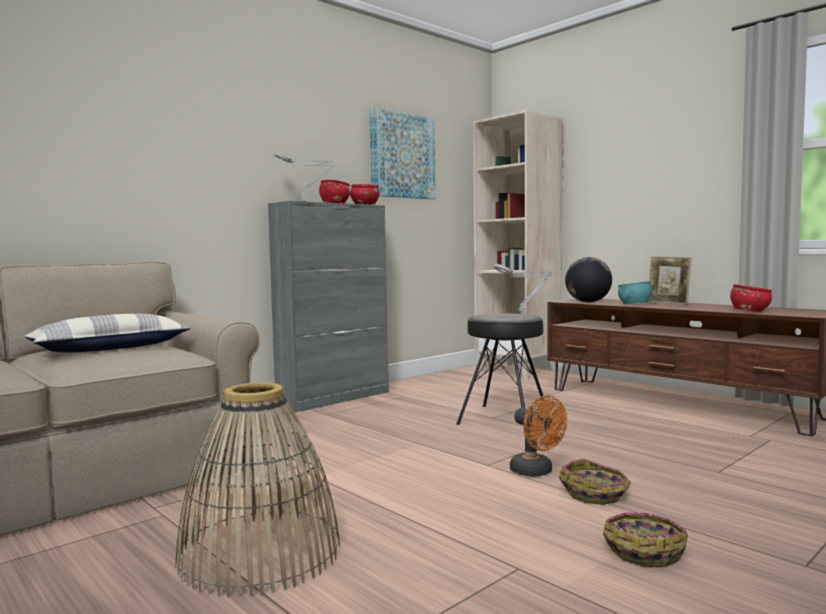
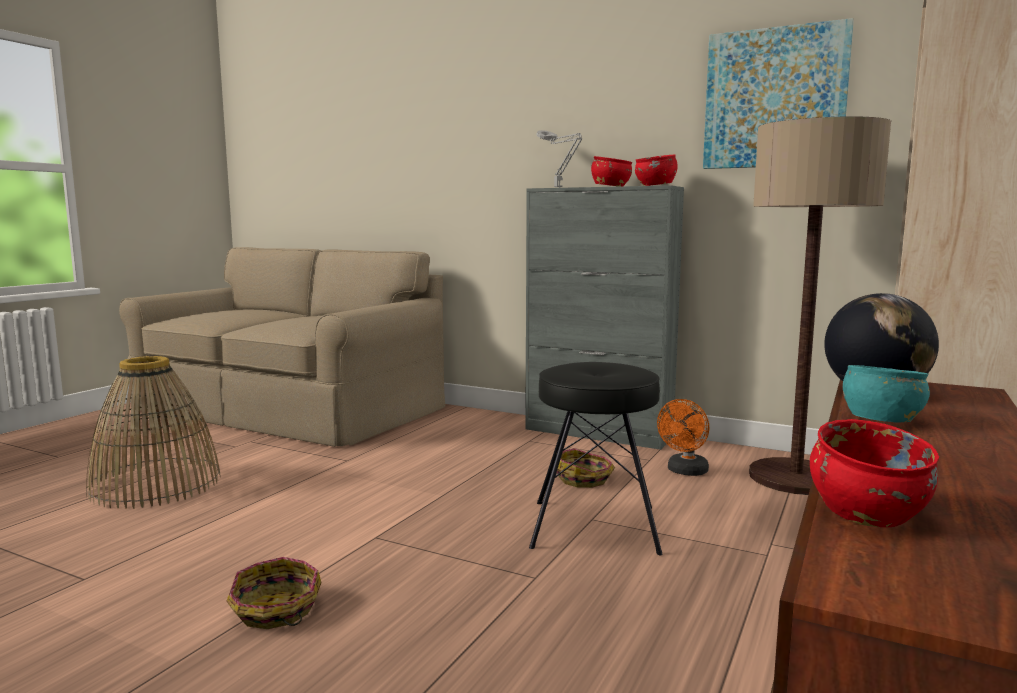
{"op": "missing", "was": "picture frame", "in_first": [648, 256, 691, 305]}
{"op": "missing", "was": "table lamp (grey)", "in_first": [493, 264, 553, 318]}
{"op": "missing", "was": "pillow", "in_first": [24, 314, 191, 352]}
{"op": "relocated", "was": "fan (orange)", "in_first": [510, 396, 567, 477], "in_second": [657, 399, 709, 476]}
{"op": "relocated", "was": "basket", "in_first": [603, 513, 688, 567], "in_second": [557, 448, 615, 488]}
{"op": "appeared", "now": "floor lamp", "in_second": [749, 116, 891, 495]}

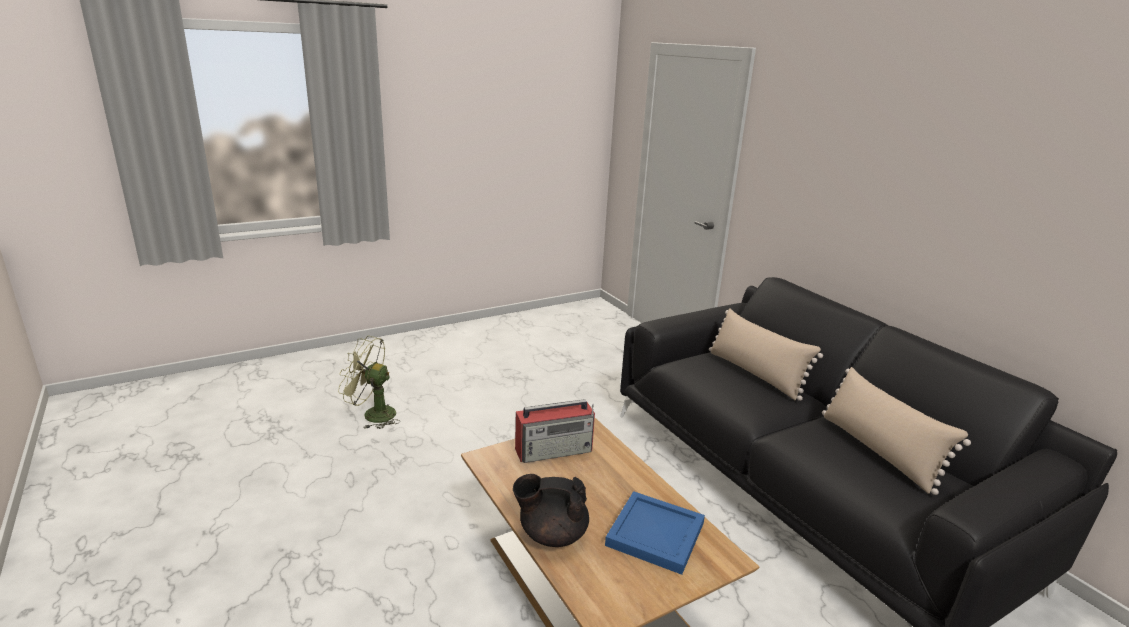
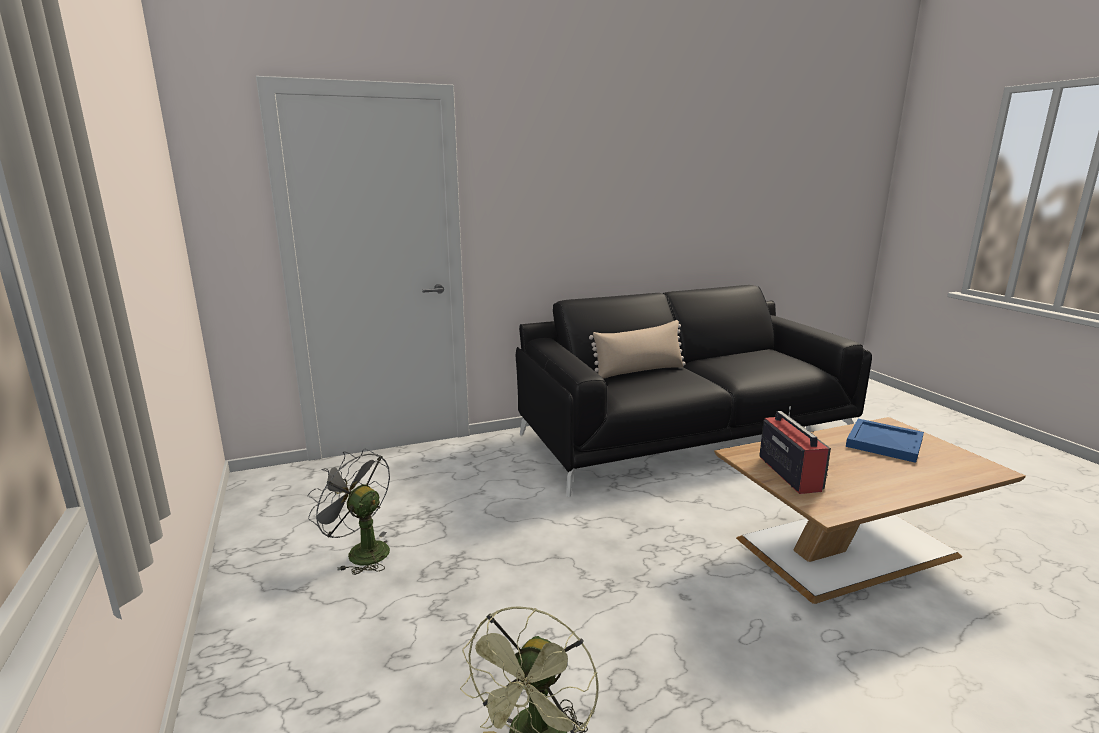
{"op": "missing", "was": "pillow (beige)", "in_first": [822, 367, 971, 495]}
{"op": "missing", "was": "teapot (black)", "in_first": [513, 474, 589, 547]}
{"op": "appeared", "now": "fan (grey)", "in_second": [308, 449, 390, 575]}

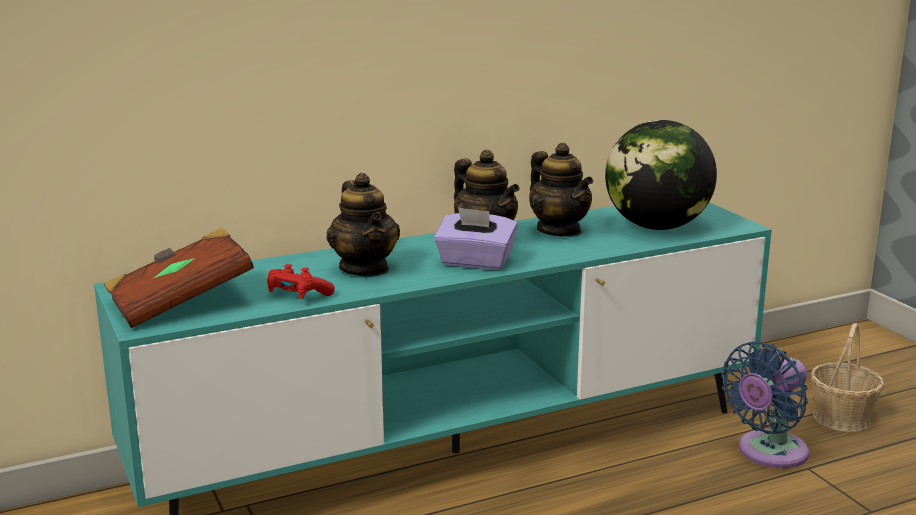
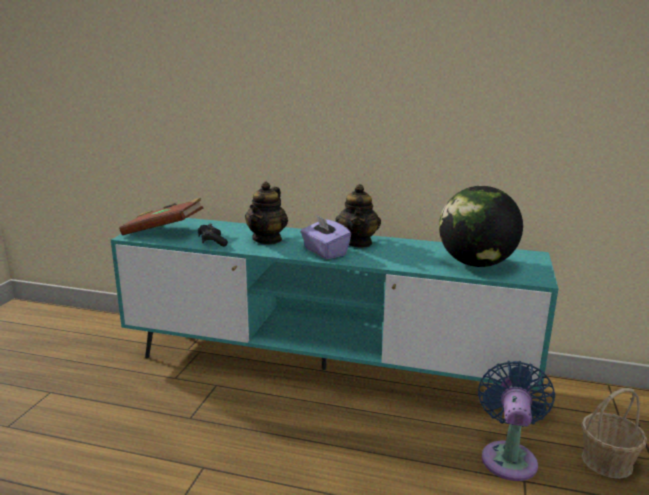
{"op": "missing", "was": "teapot", "in_first": [529, 143, 593, 237]}
{"op": "colour", "was": "game controller (red)", "now": "game controller (black)", "in_first": [267, 264, 335, 299], "in_second": [198, 224, 228, 247]}
{"op": "spun", "was": "fan (blue)", "in_first": [721, 342, 809, 468], "in_second": [478, 361, 555, 481], "clockwise": 105}

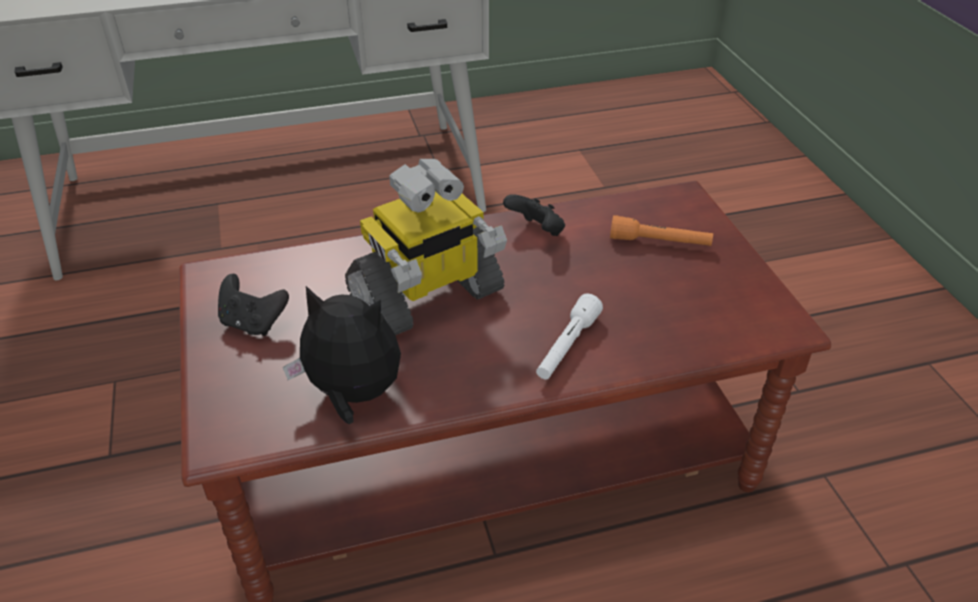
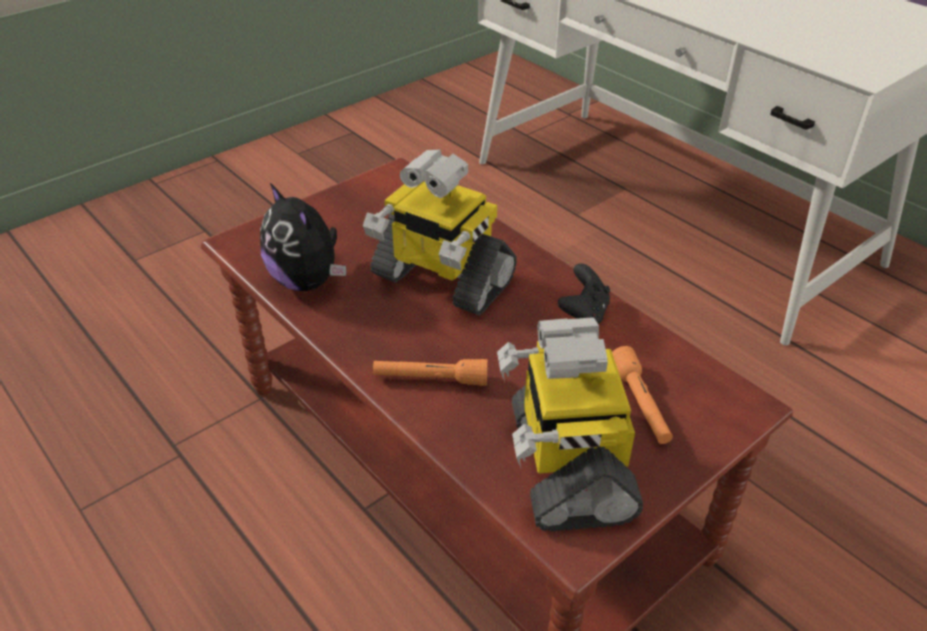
{"op": "missing", "was": "game controller (black)", "in_first": [218, 274, 289, 336]}
{"op": "spun", "was": "plush toy", "in_first": [283, 286, 401, 424], "in_second": [260, 183, 346, 291], "clockwise": 150}
{"op": "colour", "was": "flashlight (white)", "now": "flashlight (orange)", "in_first": [536, 293, 603, 379], "in_second": [373, 359, 488, 386]}
{"op": "appeared", "now": "toy robot", "in_second": [497, 317, 643, 531]}

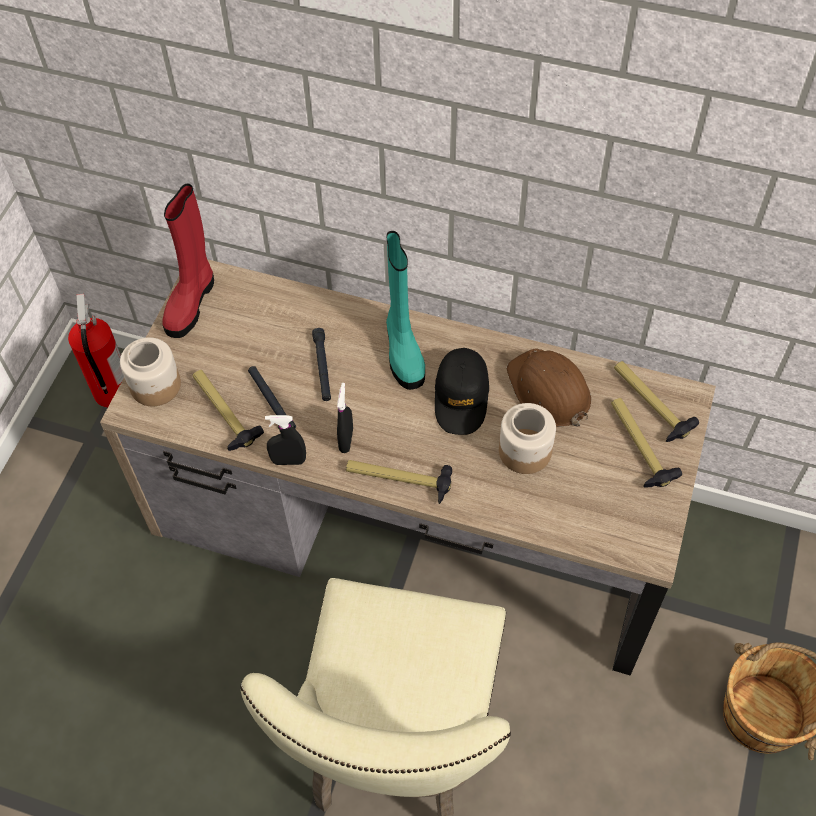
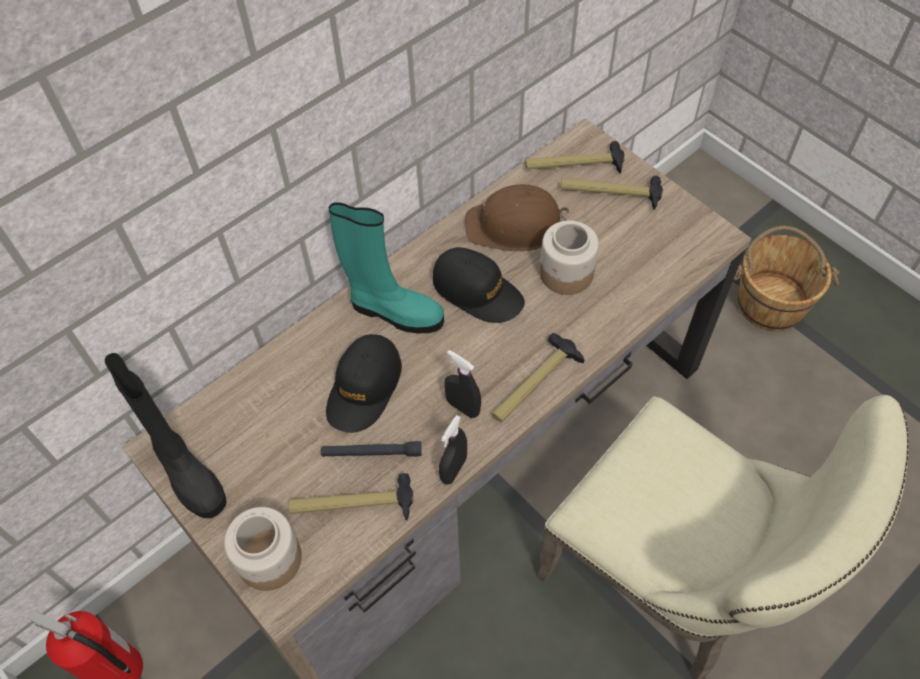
{"op": "colour", "was": "boot (red)", "now": "boot (black)", "in_first": [162, 183, 214, 338], "in_second": [105, 353, 226, 518]}
{"op": "exchanged", "was": "flashlight (black)", "now": "cap (black)", "in_first": [312, 328, 331, 401], "in_second": [326, 334, 402, 433]}

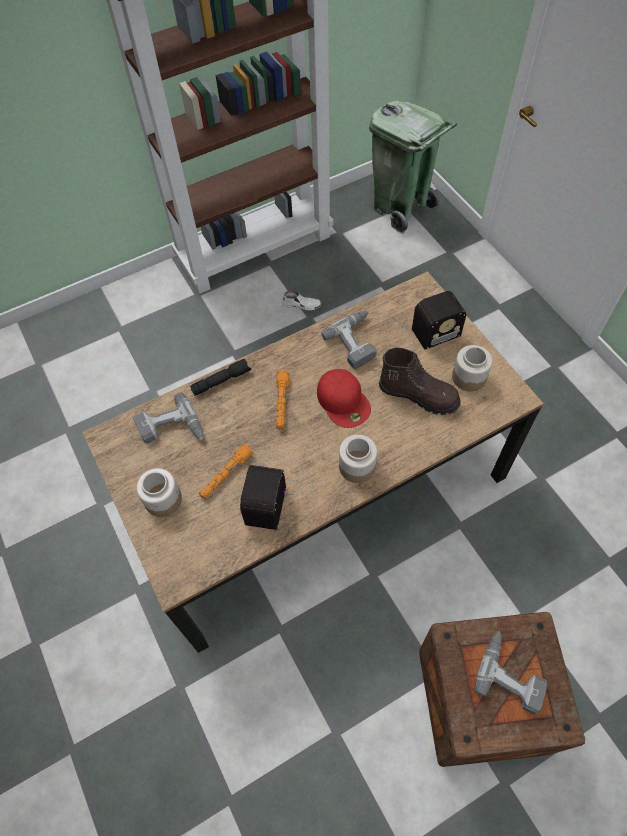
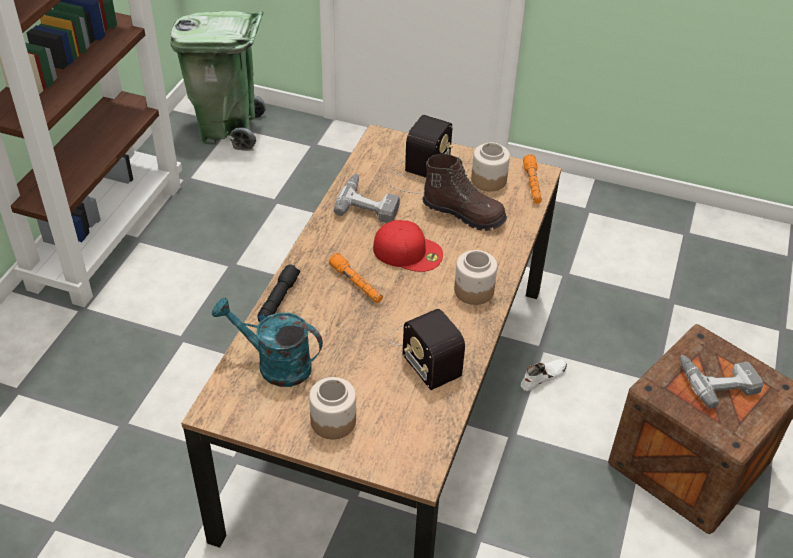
{"op": "relocated", "was": "shoe (white)", "in_first": [282, 291, 322, 310], "in_second": [521, 359, 567, 391]}
{"op": "spun", "was": "boot (brown)", "in_first": [379, 347, 461, 415], "in_second": [423, 154, 507, 231], "clockwise": 45}
{"op": "exchanged", "was": "power drill", "now": "watering can (turquoise)", "in_first": [133, 392, 203, 444], "in_second": [212, 298, 323, 387]}
{"op": "relocated", "was": "flashlight (orange)", "in_first": [199, 444, 253, 499], "in_second": [523, 154, 542, 204]}

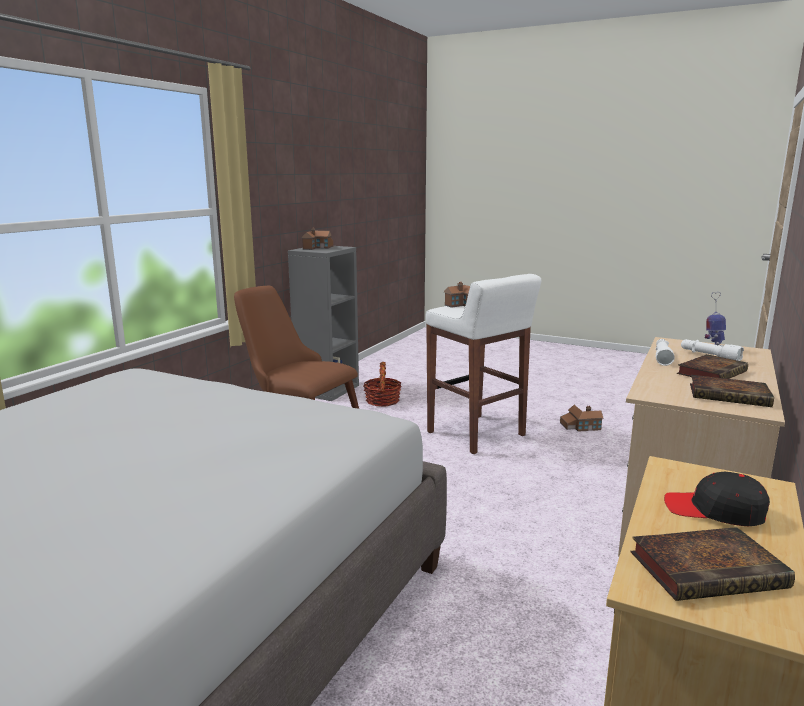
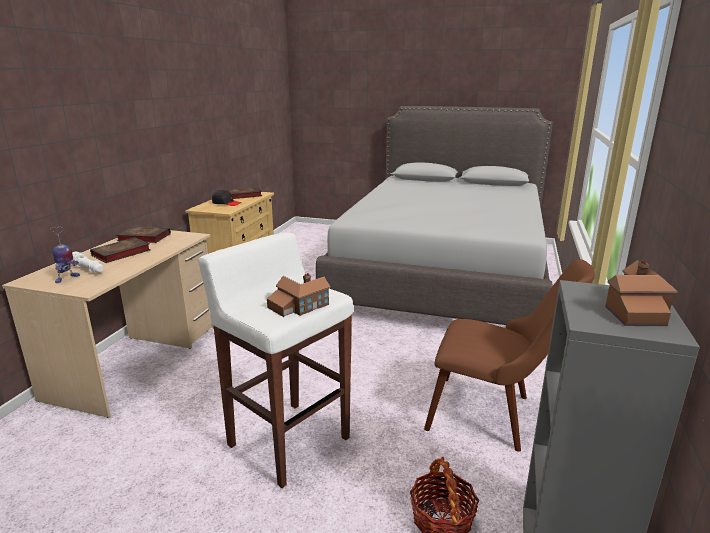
{"op": "missing", "was": "flashlight (white)", "in_first": [656, 339, 675, 366]}
{"op": "missing", "was": "toy house", "in_first": [560, 405, 604, 432]}

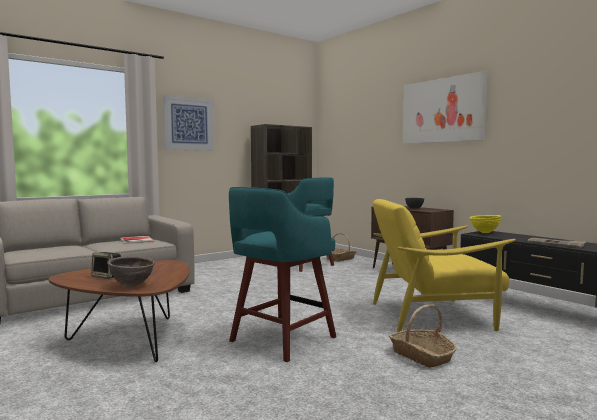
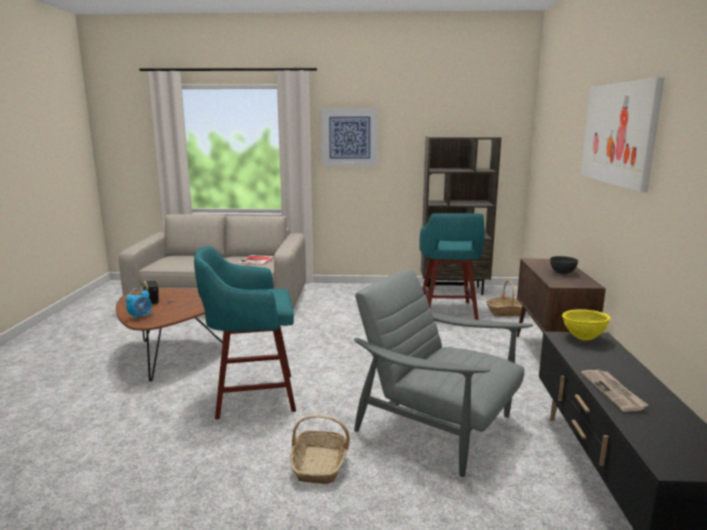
{"op": "colour", "was": "armchair (yellow)", "now": "armchair (grey)", "in_first": [373, 199, 516, 332], "in_second": [354, 269, 533, 477]}
{"op": "exchanged", "was": "bowl (brown)", "now": "alarm clock", "in_first": [107, 256, 155, 287], "in_second": [125, 288, 152, 321]}

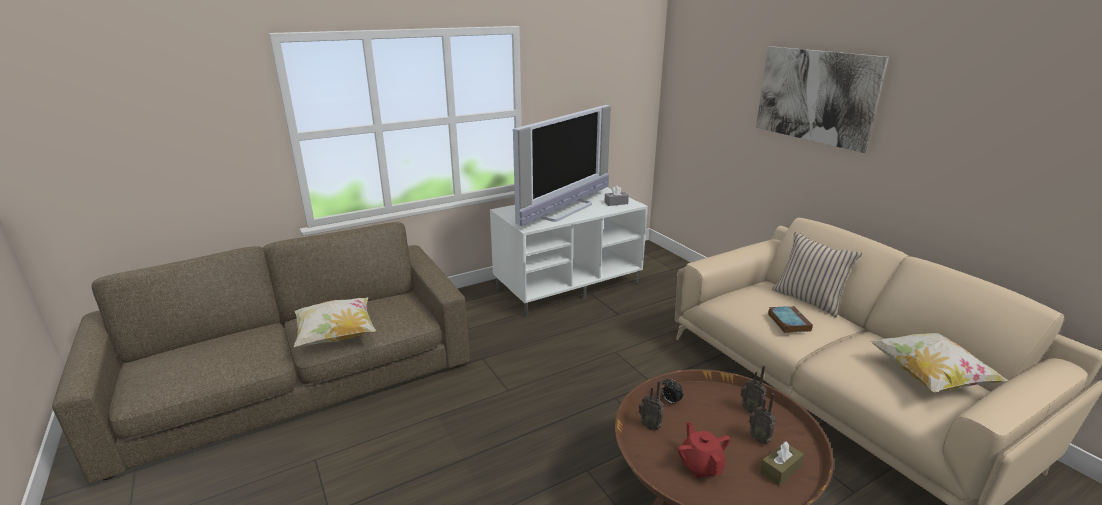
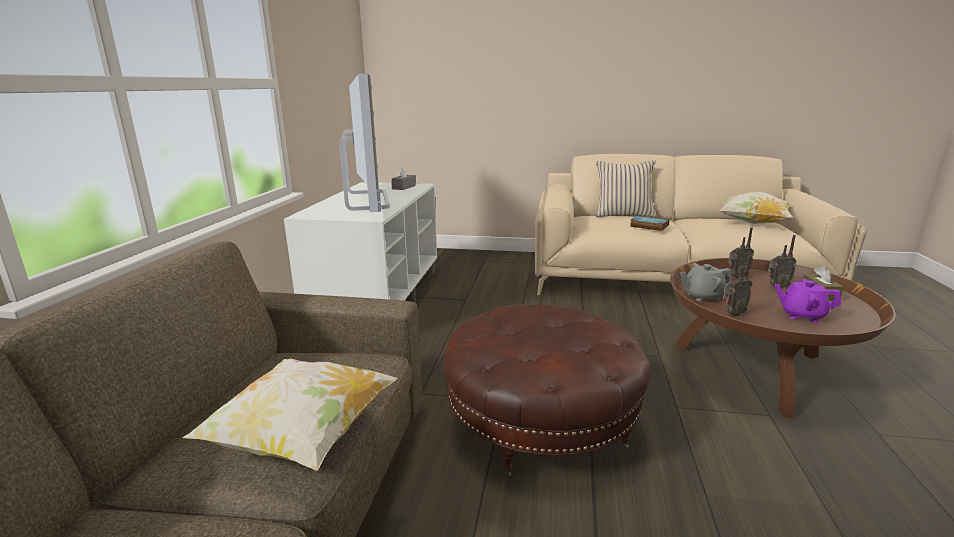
{"op": "missing", "was": "picture", "in_first": [756, 46, 889, 153]}
{"op": "exchanged", "was": "alarm clock", "now": "teapot (grey)", "in_first": [661, 378, 683, 406], "in_second": [680, 263, 732, 302]}
{"op": "colour", "was": "teapot (red)", "now": "teapot (purple)", "in_first": [677, 422, 730, 478], "in_second": [774, 279, 841, 322]}
{"op": "appeared", "now": "ottoman (brown)", "in_second": [444, 304, 651, 478]}

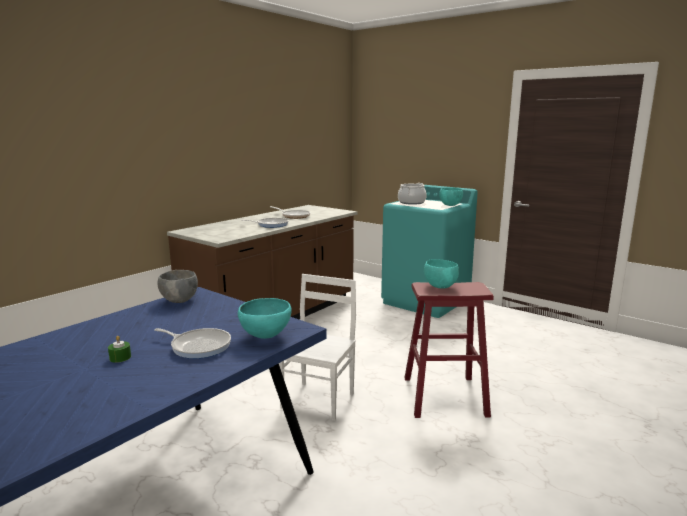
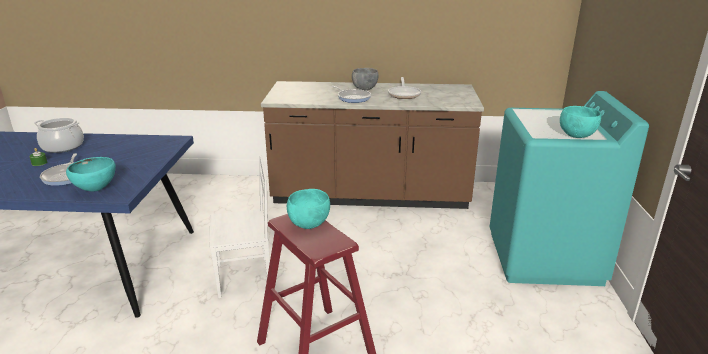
{"op": "relocated", "was": "cooking pot", "in_first": [398, 183, 427, 205], "in_second": [34, 117, 84, 153]}
{"op": "relocated", "was": "bowl (grey)", "in_first": [158, 270, 198, 303], "in_second": [352, 68, 378, 91]}

